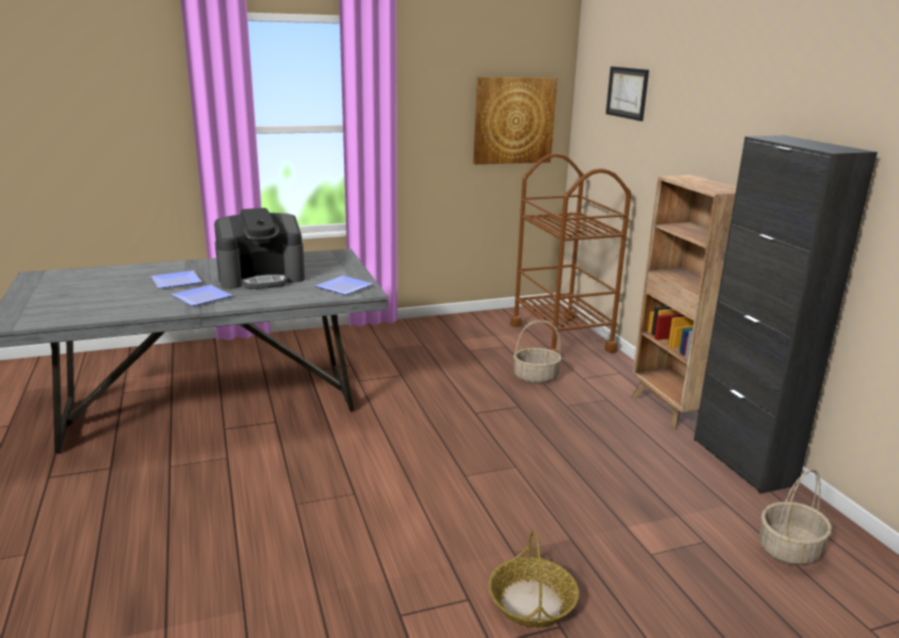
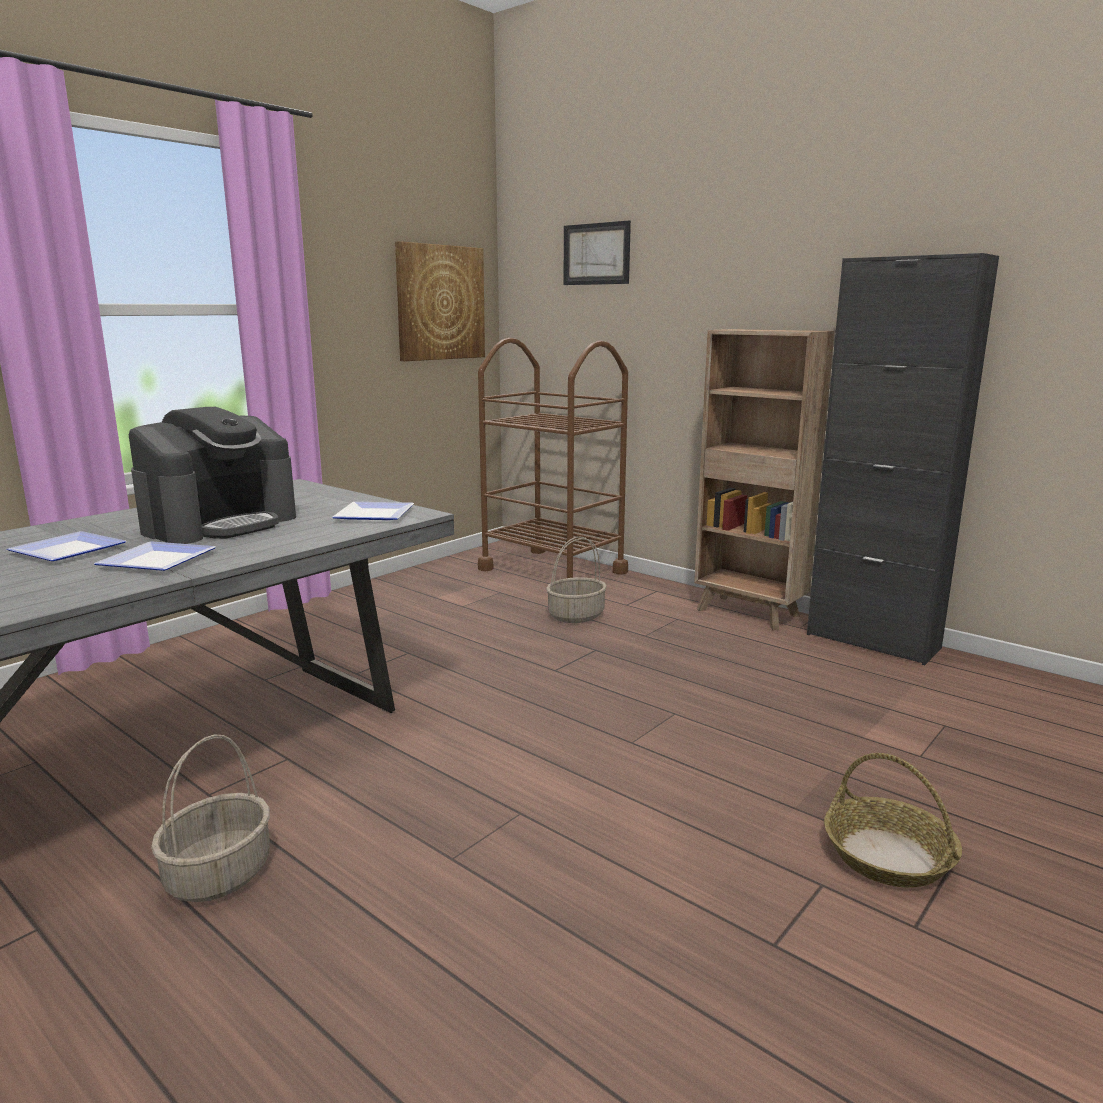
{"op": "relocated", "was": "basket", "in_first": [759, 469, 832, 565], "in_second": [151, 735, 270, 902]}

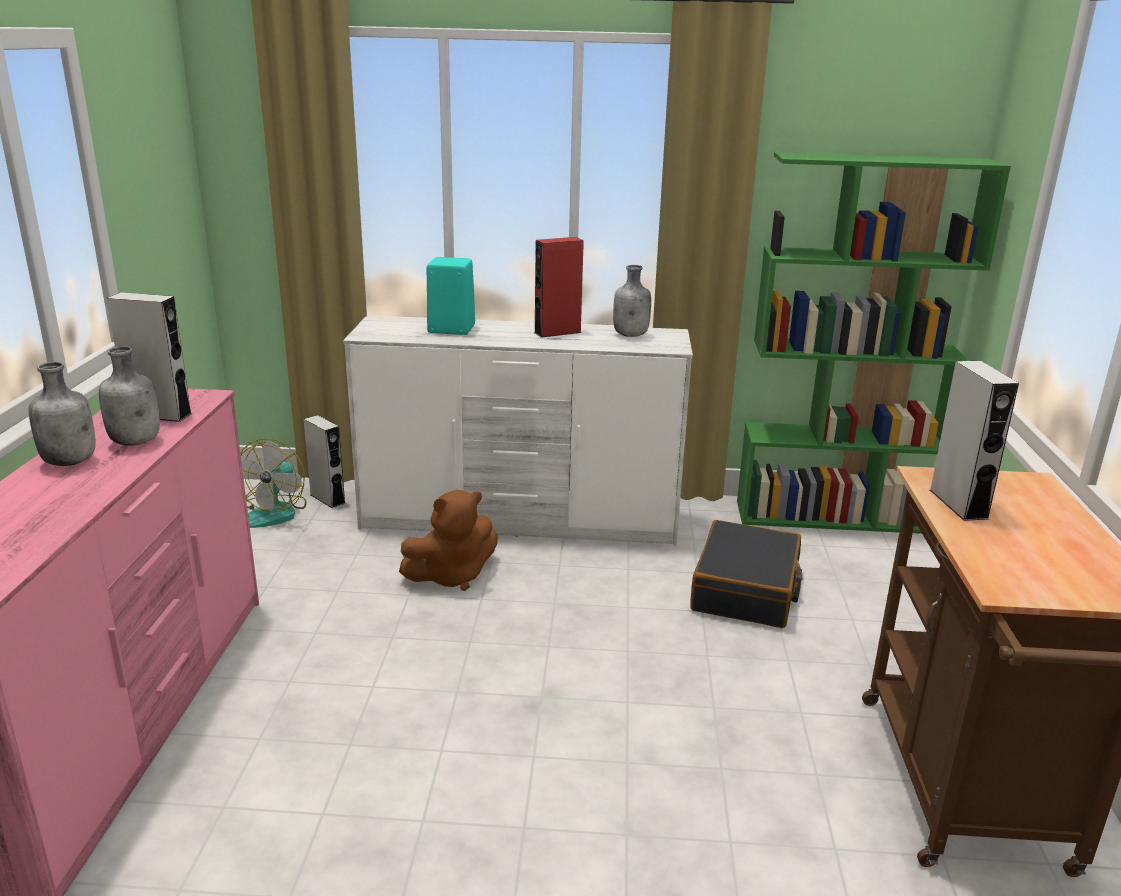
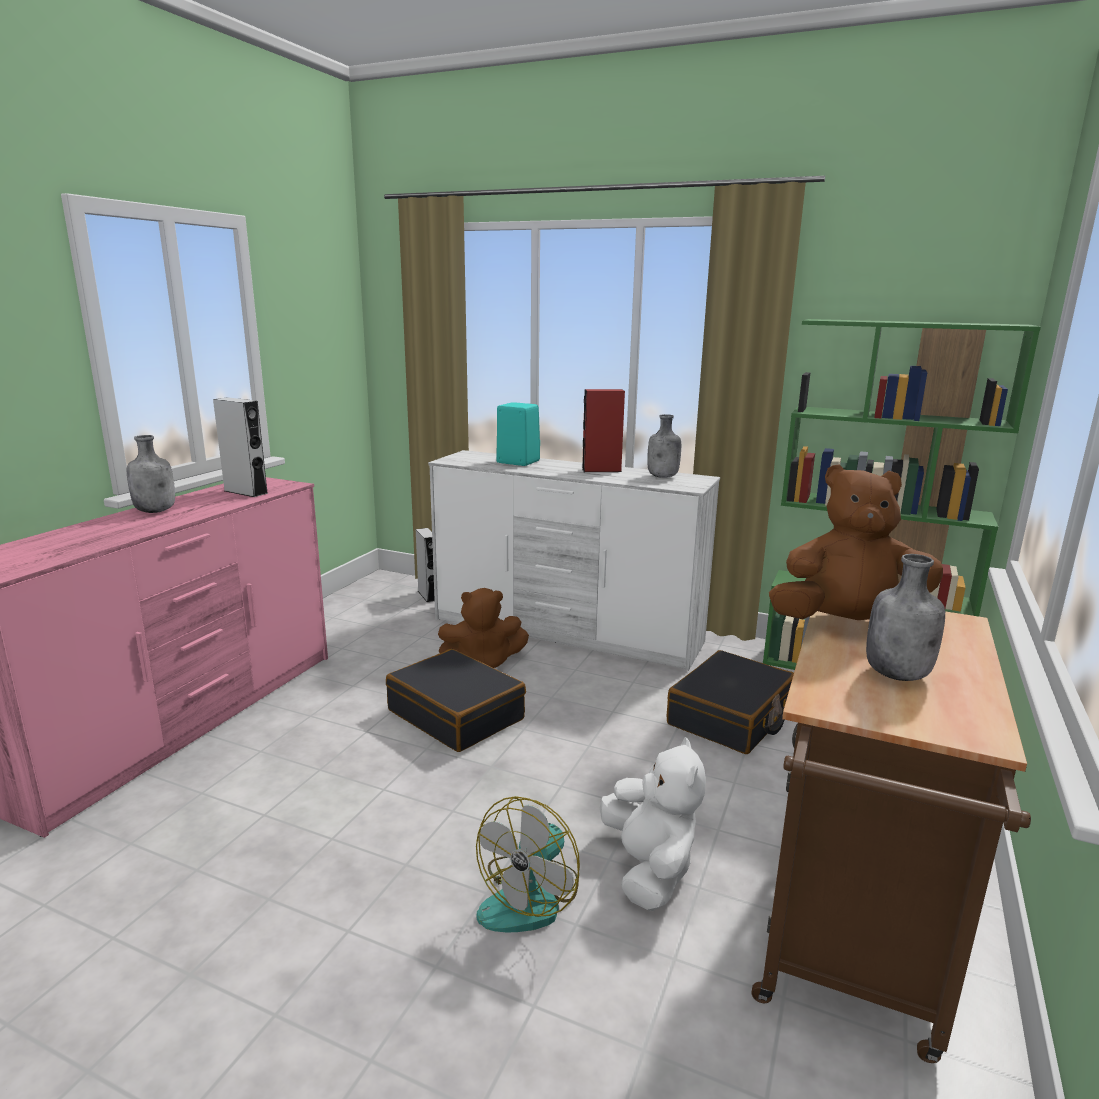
{"op": "relocated", "was": "bottle (grey)", "in_first": [99, 346, 160, 446], "in_second": [866, 554, 945, 681]}
{"op": "exchanged", "was": "speaker (grey)", "now": "plush toy (brown)", "in_first": [930, 361, 1019, 521], "in_second": [769, 464, 943, 620]}
{"op": "relocated", "was": "fan", "in_first": [240, 438, 307, 528], "in_second": [476, 796, 580, 932]}
{"op": "appeared", "now": "suitcase (black)", "in_second": [386, 649, 526, 752]}
{"op": "appeared", "now": "plush toy (white)", "in_second": [600, 737, 706, 911]}

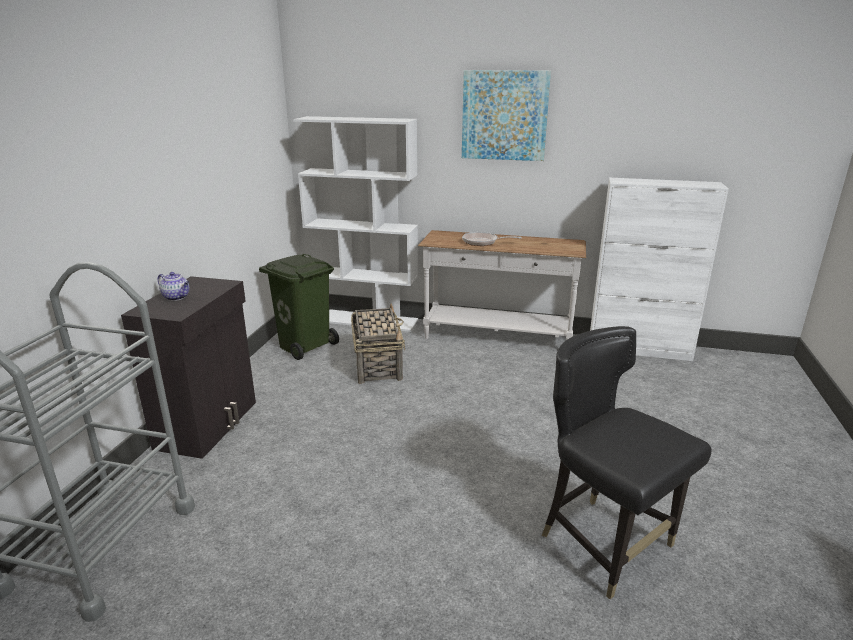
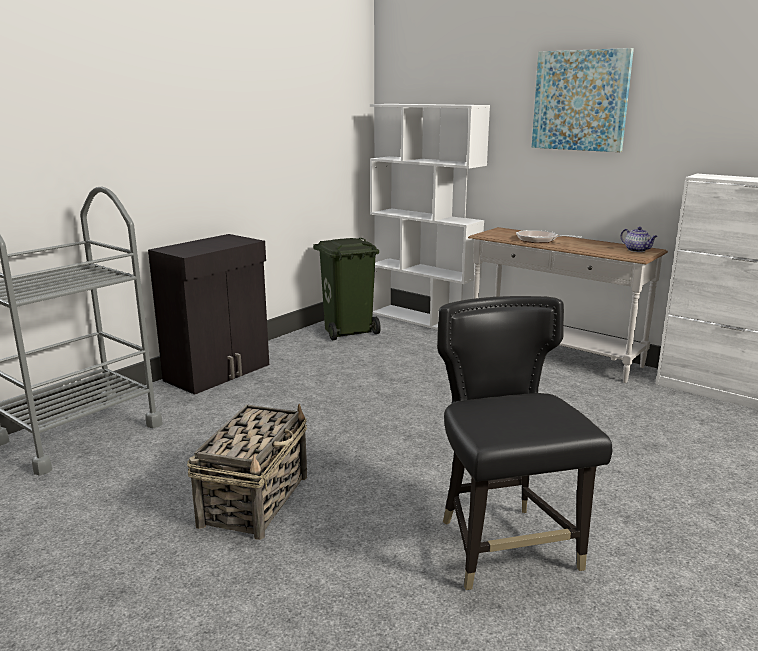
{"op": "relocated", "was": "teapot", "in_first": [157, 272, 190, 301], "in_second": [621, 227, 658, 252]}
{"op": "relocated", "was": "basket", "in_first": [351, 303, 405, 384], "in_second": [187, 404, 307, 540]}

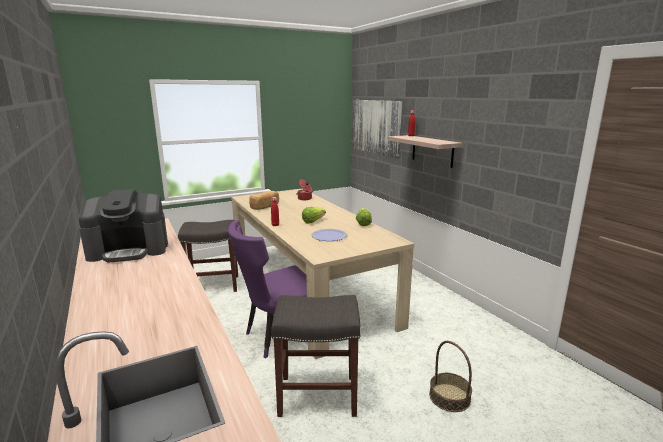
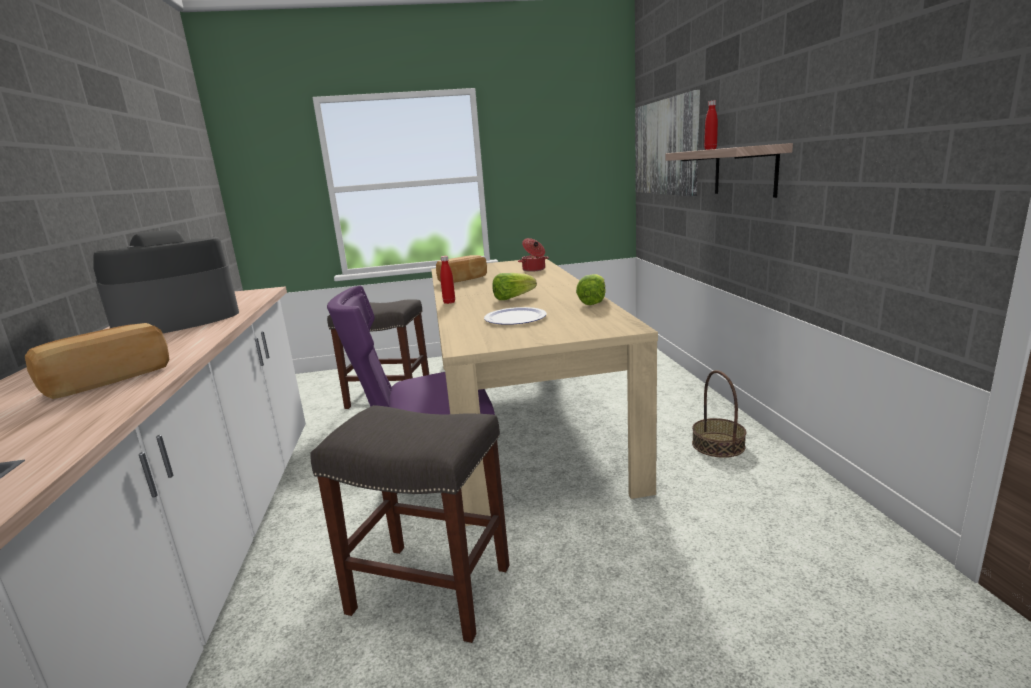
{"op": "spun", "was": "coffee machine", "in_first": [79, 189, 168, 263], "in_second": [93, 229, 239, 333], "clockwise": 135}
{"op": "relocated", "was": "basket", "in_first": [429, 341, 472, 412], "in_second": [692, 370, 746, 458]}
{"op": "appeared", "now": "bread", "in_second": [25, 323, 170, 399]}

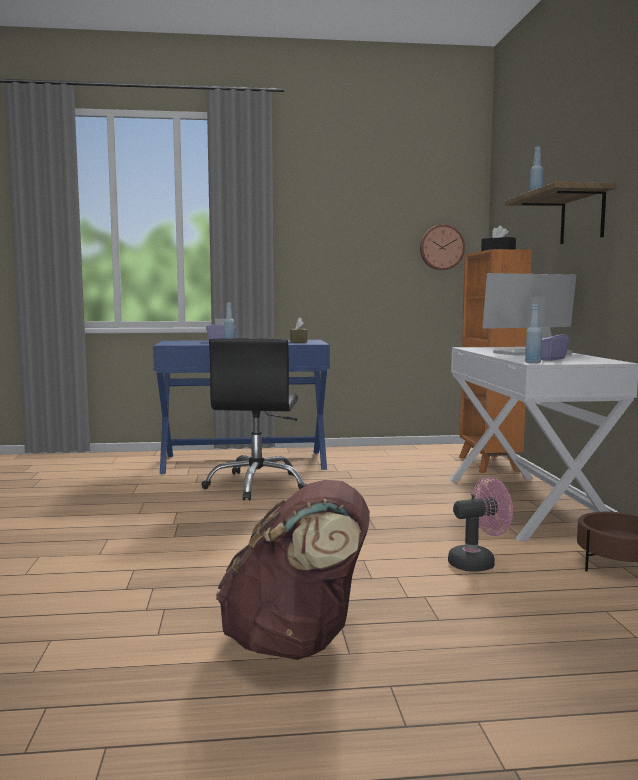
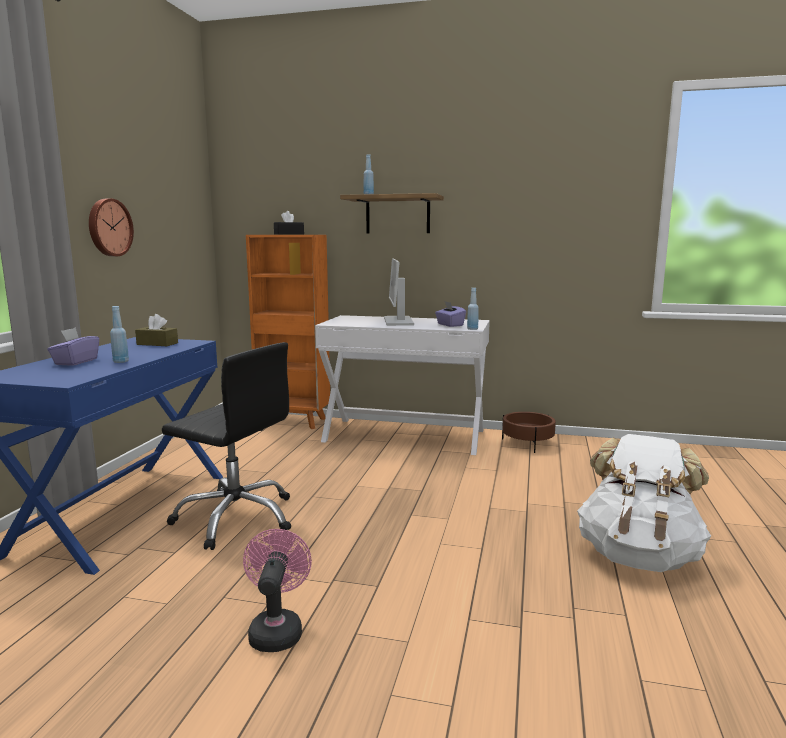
{"op": "relocated", "was": "wall clock", "in_first": [420, 225, 465, 270], "in_second": [89, 198, 134, 256]}
{"op": "relocated", "was": "fan (pink)", "in_first": [448, 477, 513, 572], "in_second": [243, 529, 312, 652]}
{"op": "colour", "was": "backpack (brown)", "now": "backpack (white)", "in_first": [216, 480, 370, 660], "in_second": [577, 434, 711, 572]}

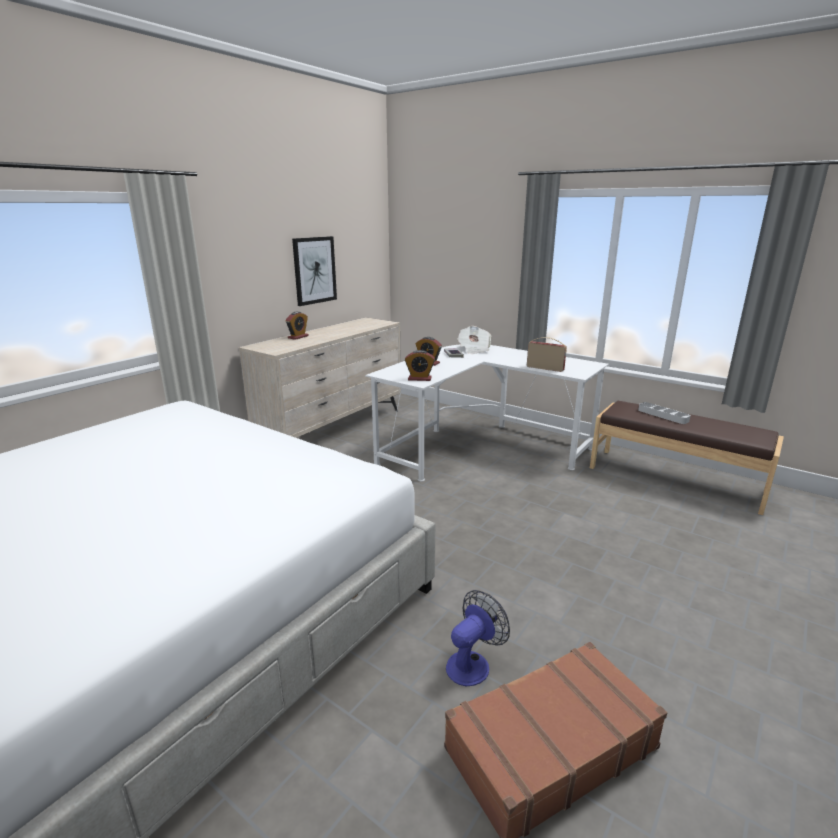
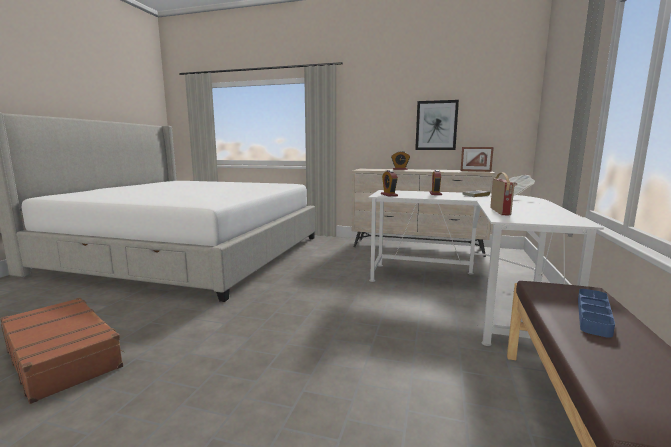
{"op": "colour", "was": "tray (grey)", "now": "tray (blue)", "in_first": [638, 402, 691, 424], "in_second": [578, 289, 615, 338]}
{"op": "missing", "was": "fan", "in_first": [446, 590, 510, 687]}
{"op": "appeared", "now": "picture frame", "in_second": [461, 147, 494, 172]}

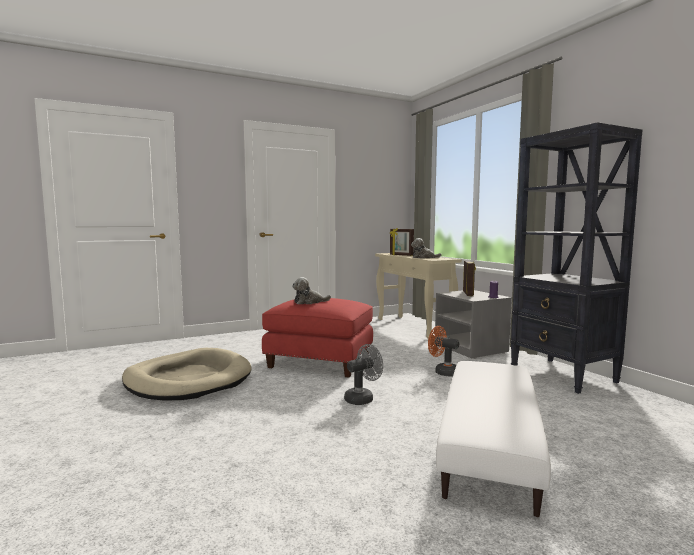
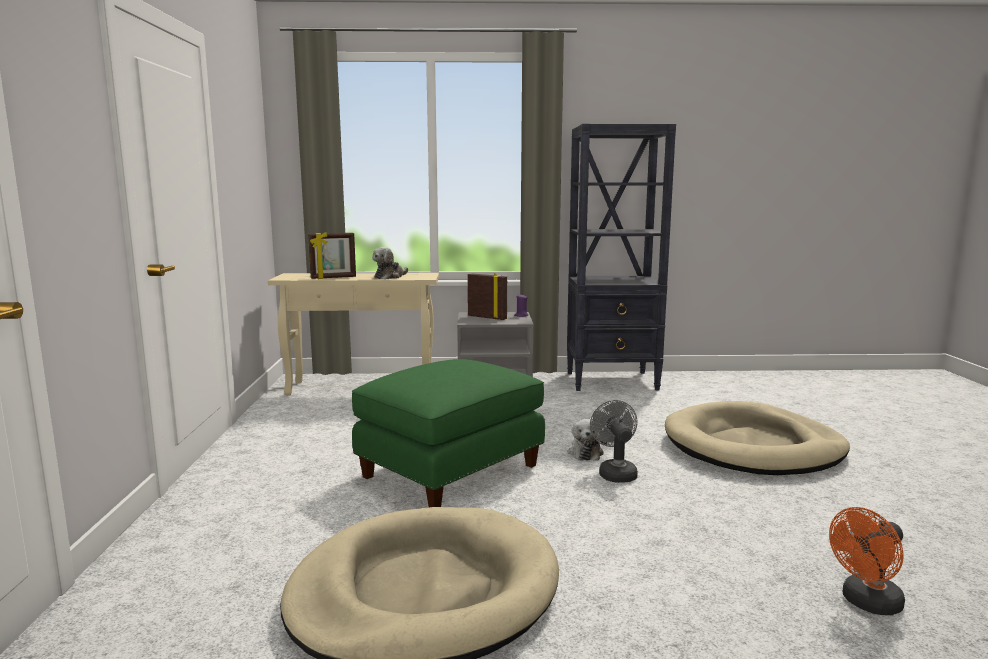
{"op": "relocated", "was": "plush toy", "in_first": [292, 277, 331, 304], "in_second": [568, 419, 606, 461]}
{"op": "colour", "was": "ottoman (red)", "now": "ottoman (green)", "in_first": [262, 298, 373, 378], "in_second": [352, 359, 545, 507]}
{"op": "relocated", "was": "fan (orange)", "in_first": [428, 326, 459, 377], "in_second": [829, 507, 905, 615]}
{"op": "exchanged", "was": "ottoman (white)", "now": "dog bed (beige)", "in_first": [436, 361, 551, 517], "in_second": [665, 401, 850, 475]}

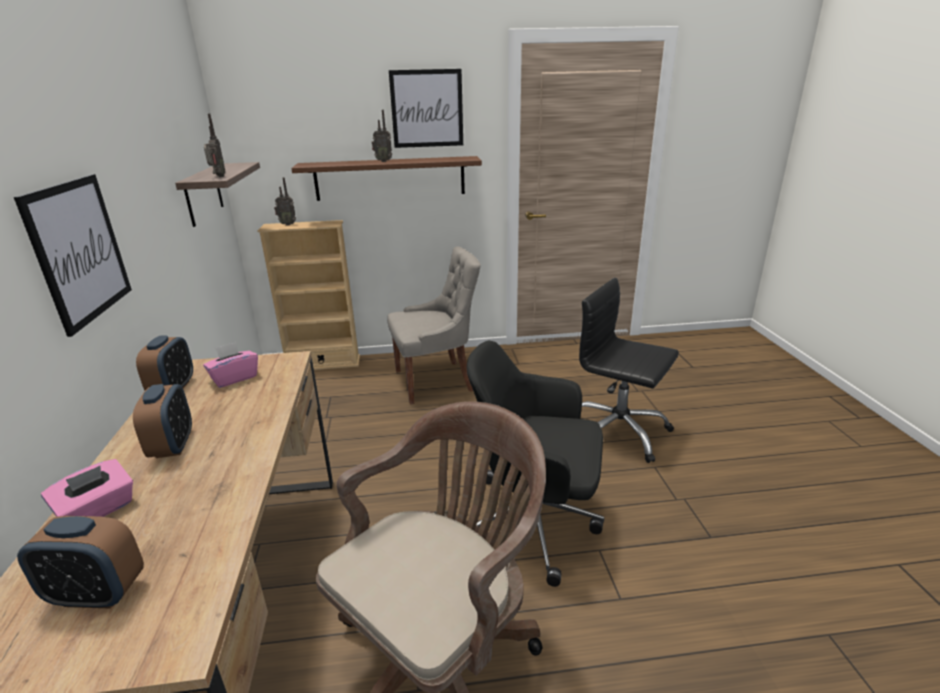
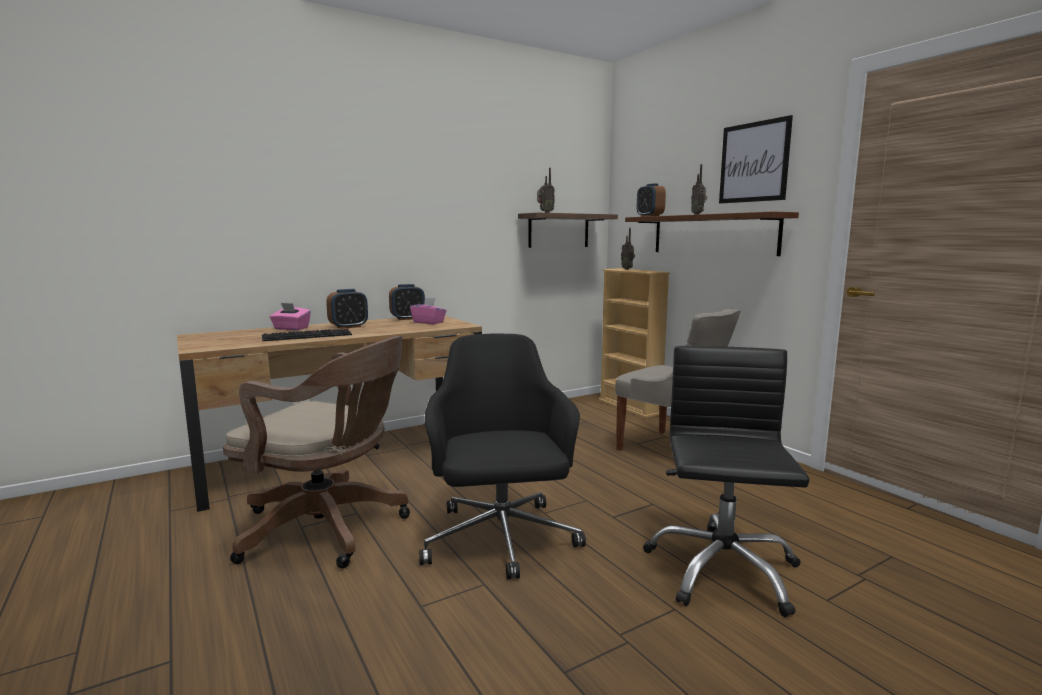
{"op": "missing", "was": "picture", "in_first": [14, 174, 132, 337]}
{"op": "relocated", "was": "alarm clock", "in_first": [17, 516, 144, 609], "in_second": [637, 183, 666, 217]}
{"op": "appeared", "now": "keyboard", "in_second": [262, 329, 352, 341]}

